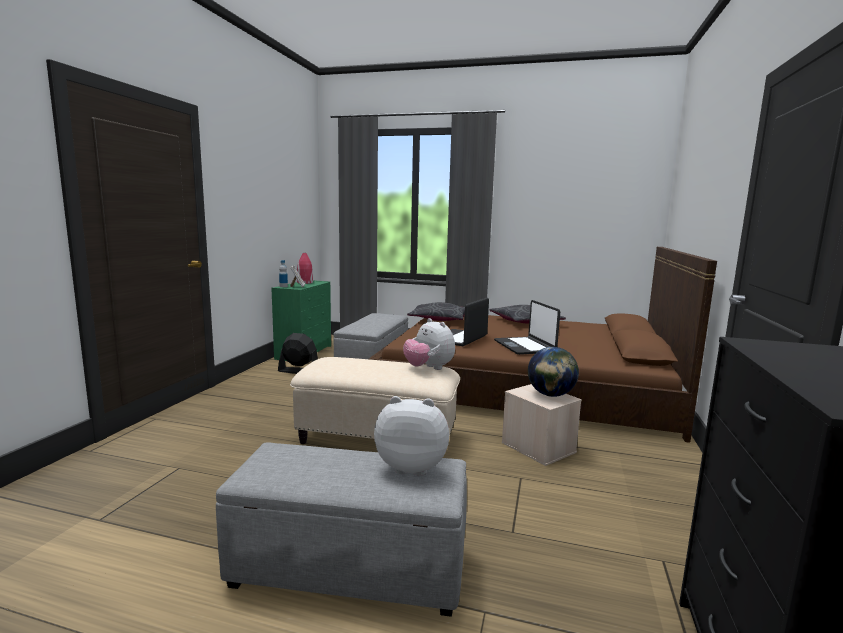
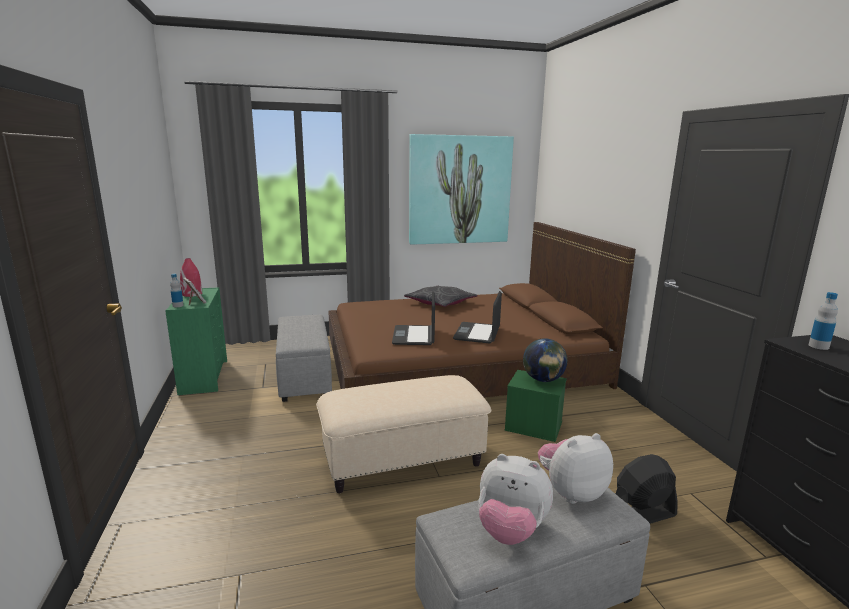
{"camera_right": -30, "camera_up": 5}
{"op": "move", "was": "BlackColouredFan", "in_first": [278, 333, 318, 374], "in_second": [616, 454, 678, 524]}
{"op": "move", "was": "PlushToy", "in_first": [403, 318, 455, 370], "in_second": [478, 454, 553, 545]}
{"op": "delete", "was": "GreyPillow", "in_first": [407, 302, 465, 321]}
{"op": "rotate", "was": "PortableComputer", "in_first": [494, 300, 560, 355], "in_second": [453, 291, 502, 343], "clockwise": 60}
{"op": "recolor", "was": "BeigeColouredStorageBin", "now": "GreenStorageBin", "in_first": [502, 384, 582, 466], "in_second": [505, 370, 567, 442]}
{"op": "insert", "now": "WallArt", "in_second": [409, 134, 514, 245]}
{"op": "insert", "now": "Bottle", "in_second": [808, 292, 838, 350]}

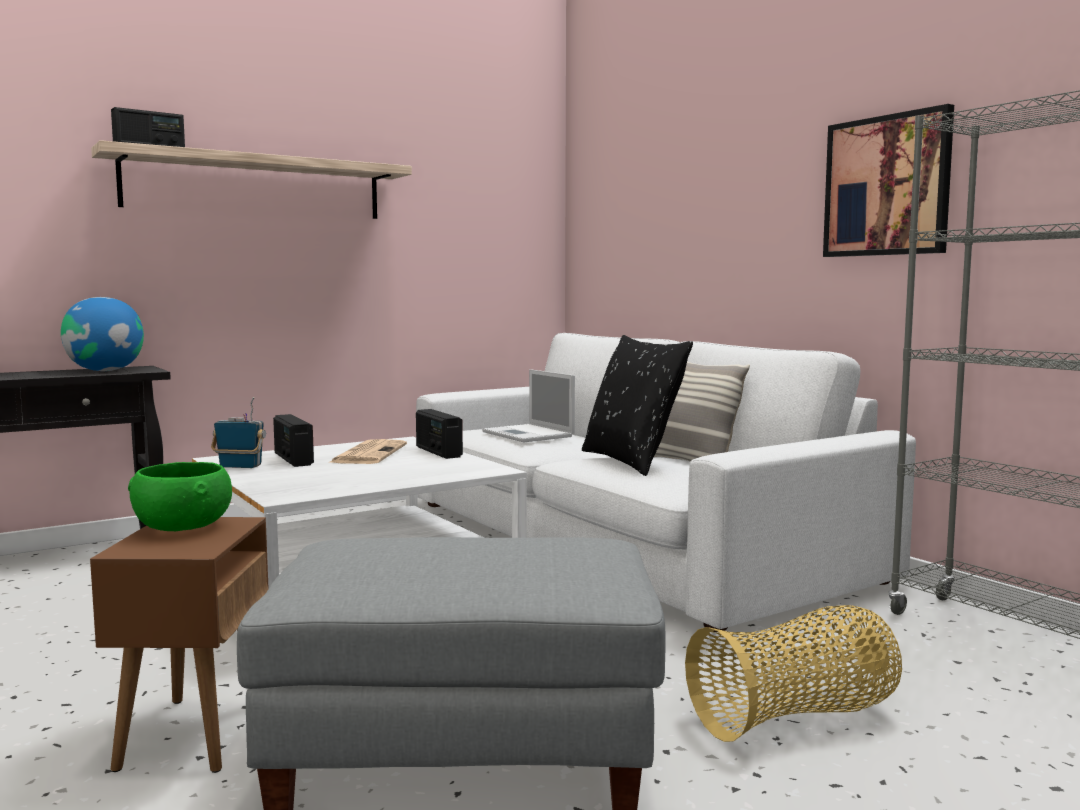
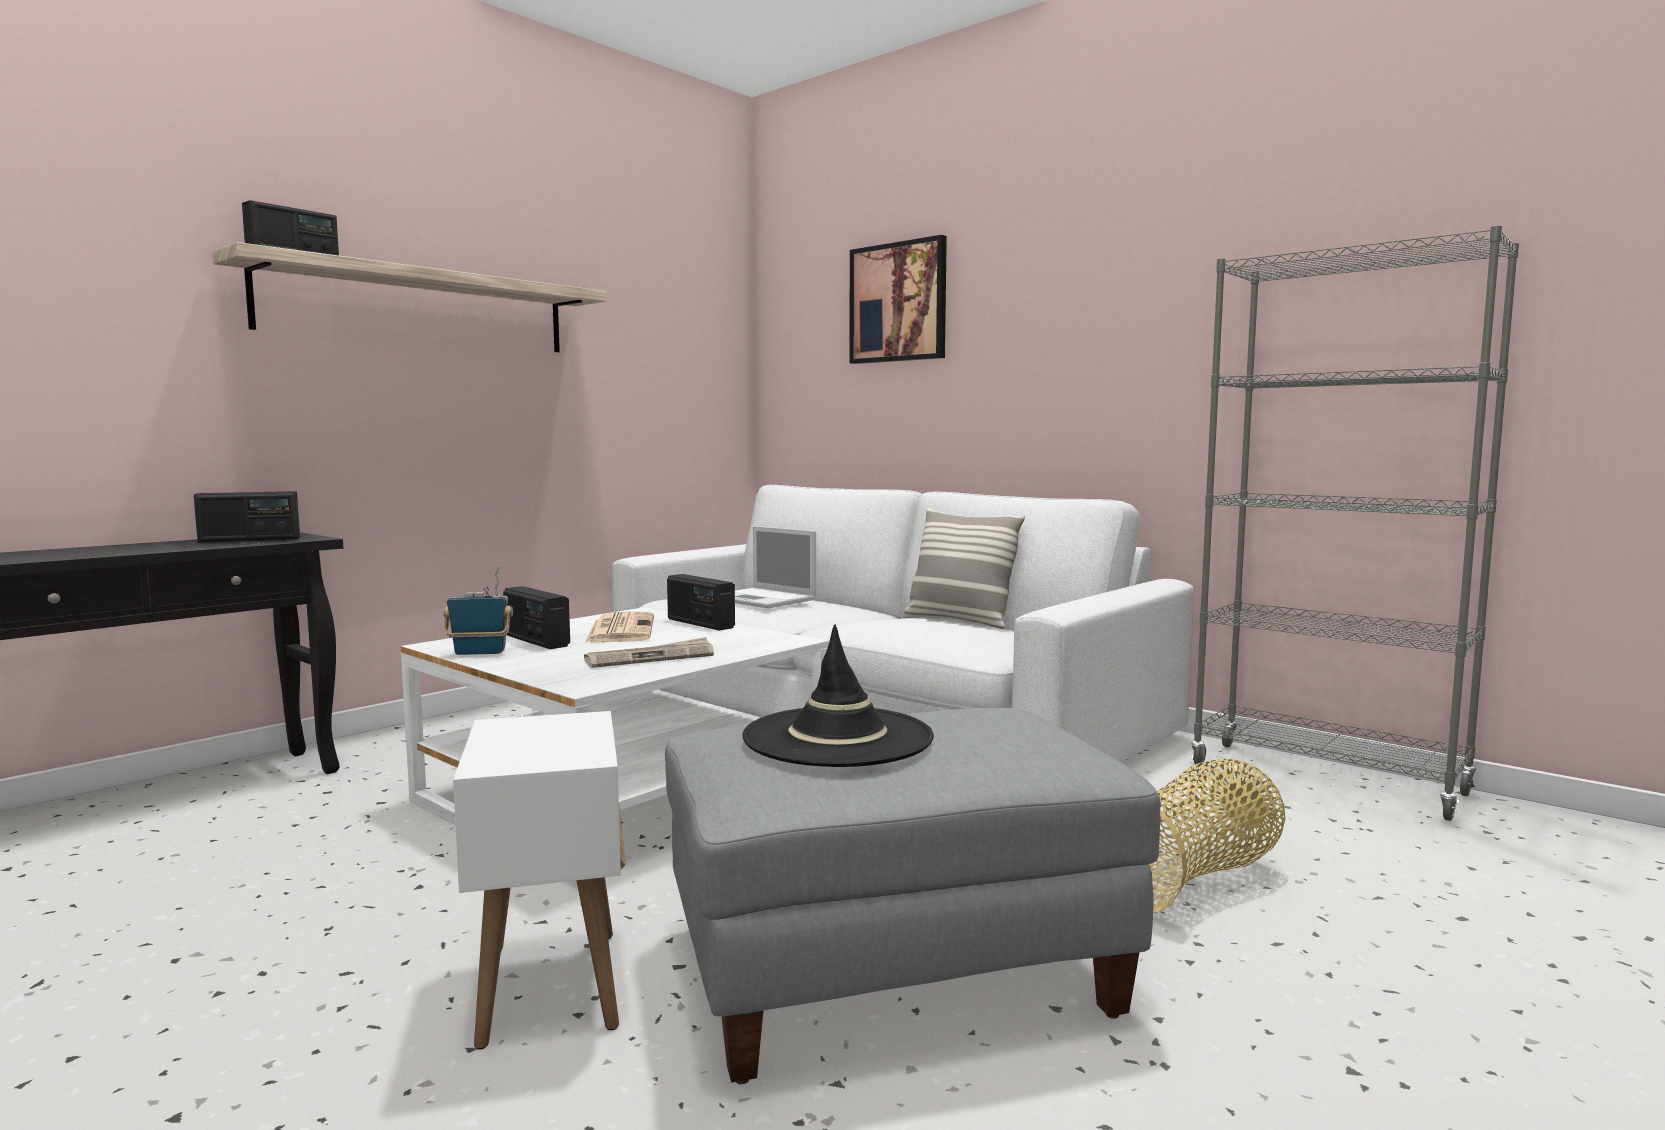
{"camera_right": -15, "camera_up": 0}
{"op": "replace", "was": "Globe", "now": "Radio", "in_first": [61, 297, 144, 371], "in_second": [194, 491, 300, 543]}
{"op": "recolor", "was": "BrownColouredAccentTable", "now": "WhiteAccentTable", "in_first": [90, 517, 269, 773], "in_second": [453, 711, 626, 1050]}
{"op": "delete", "was": "GreenBowl", "in_first": [128, 462, 232, 531]}
{"op": "delete", "was": "BlackColouredPillow", "in_first": [582, 335, 693, 476]}
{"op": "move", "was": "WallArt", "in_first": [823, 104, 954, 257], "in_second": [849, 235, 947, 364]}
{"op": "insert", "now": "PrintedPaper", "in_second": [584, 637, 714, 668]}
{"op": "insert", "now": "BlackColouredClothingHat", "in_second": [742, 624, 934, 767]}

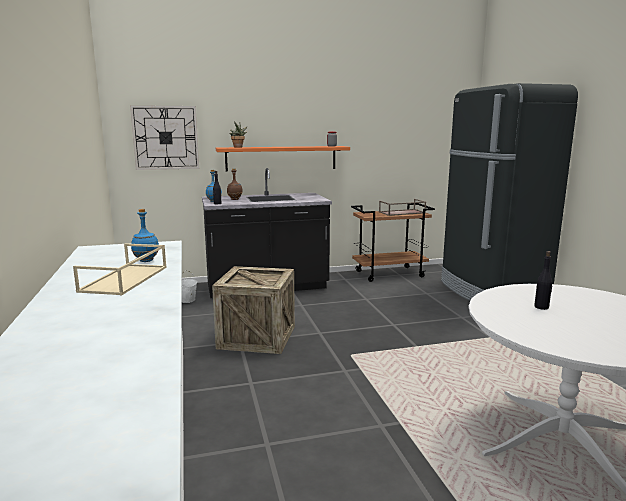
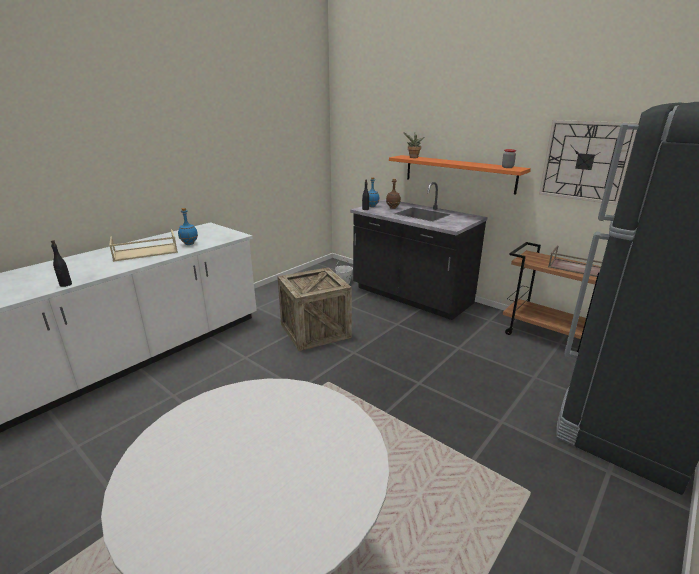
{"camera_right": 55, "camera_up": 10}
{"op": "move", "was": "ClockOnTheWall", "in_first": [130, 105, 199, 170], "in_second": [539, 120, 639, 205]}
{"op": "move", "was": "BlackColouredBottle", "in_first": [534, 251, 552, 310], "in_second": [51, 240, 72, 287]}

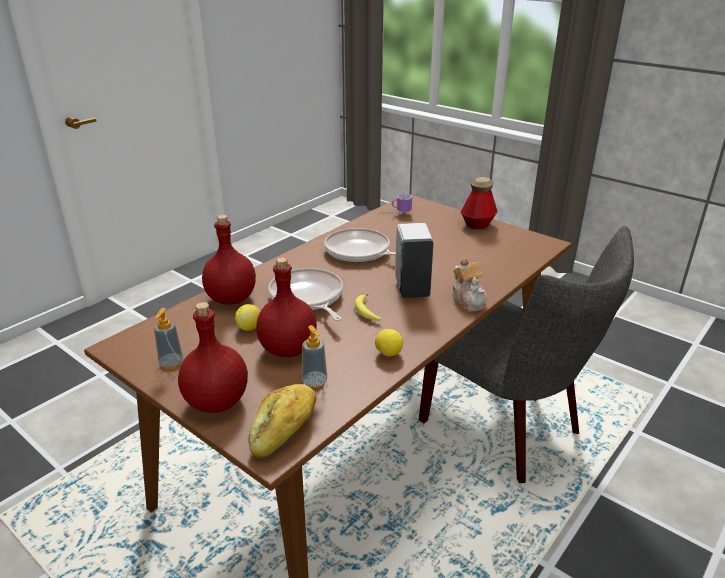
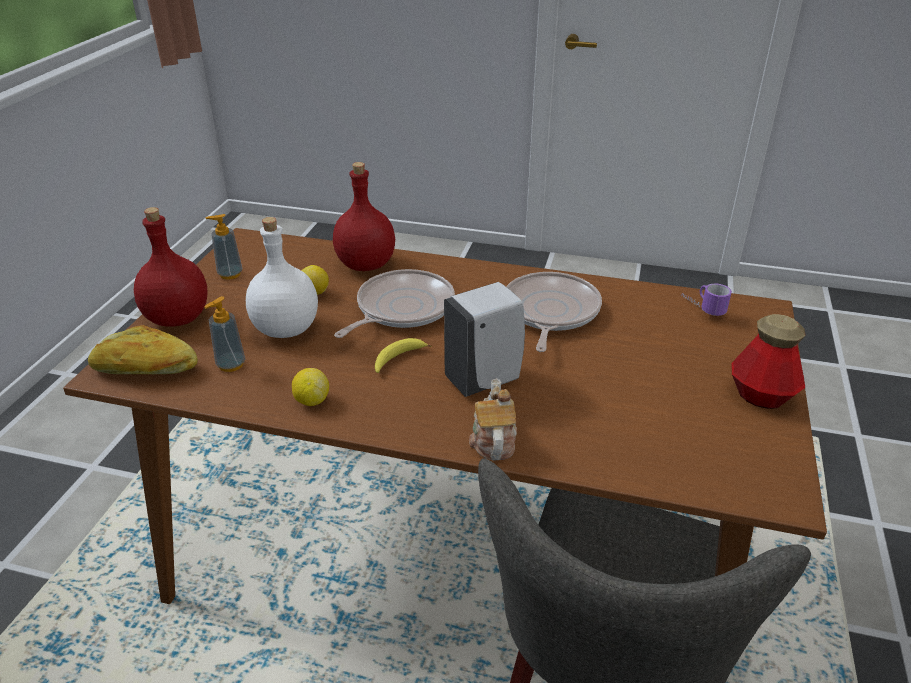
{"camera_right": 65, "camera_up": 5}
{"op": "recolor", "was": "RedBottle", "now": "WhiteBottle", "in_first": [256, 257, 317, 357], "in_second": [246, 217, 318, 338]}
{"op": "rotate", "was": "PotForTea", "in_first": [452, 258, 487, 311], "in_second": [469, 378, 517, 461], "clockwise": 135}

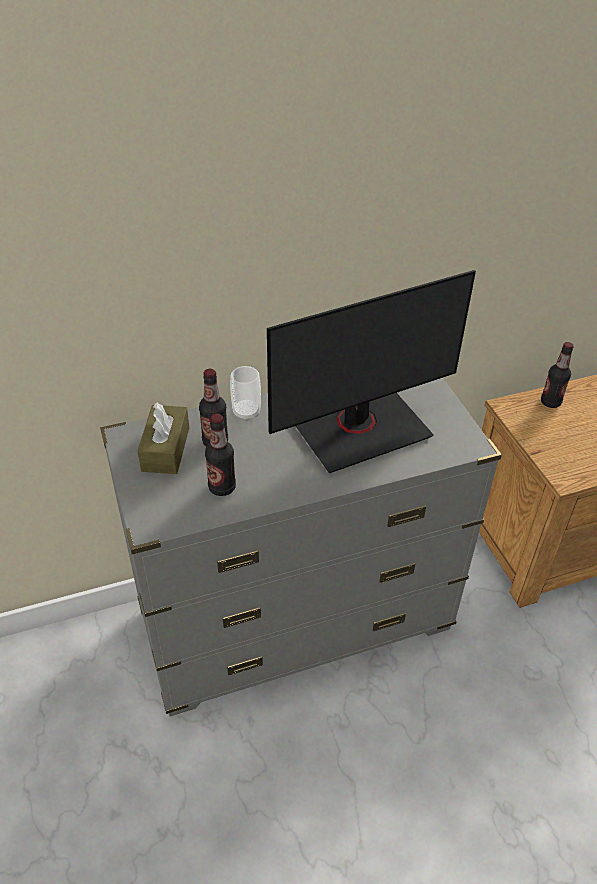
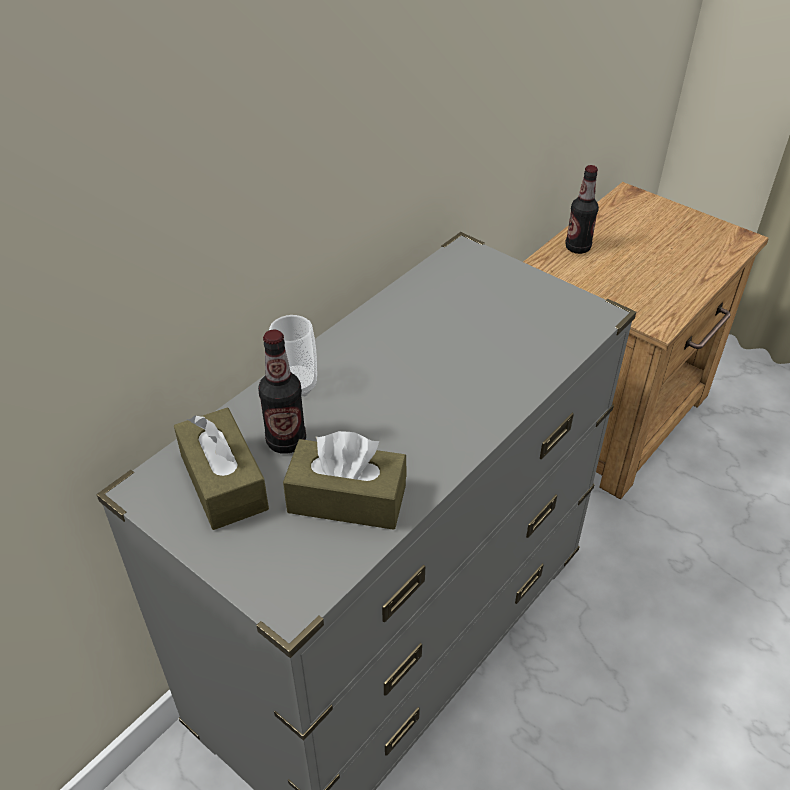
{"camera_right": -30, "camera_up": 0}
{"op": "replace", "was": "Bottle", "now": "BrownColouredBoxOfTissues", "in_first": [205, 414, 236, 496], "in_second": [283, 431, 407, 530]}
{"op": "delete", "was": "ComputerScreen", "in_first": [267, 270, 476, 473]}

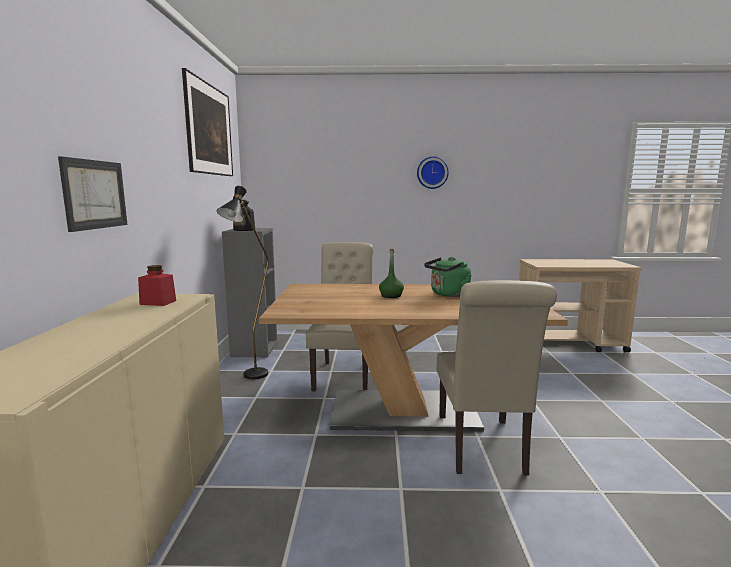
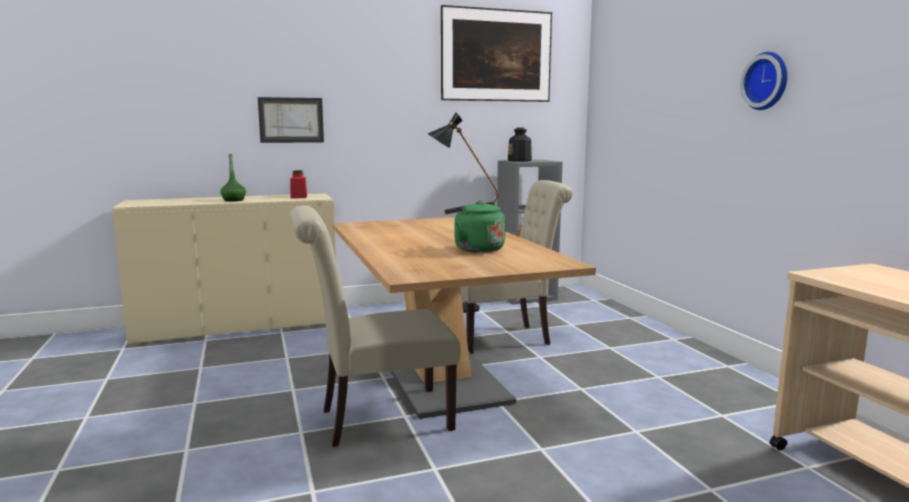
{"camera_right": 70, "camera_up": 0}
{"op": "move", "was": "GreenBottle", "in_first": [379, 249, 404, 298], "in_second": [220, 154, 246, 202]}

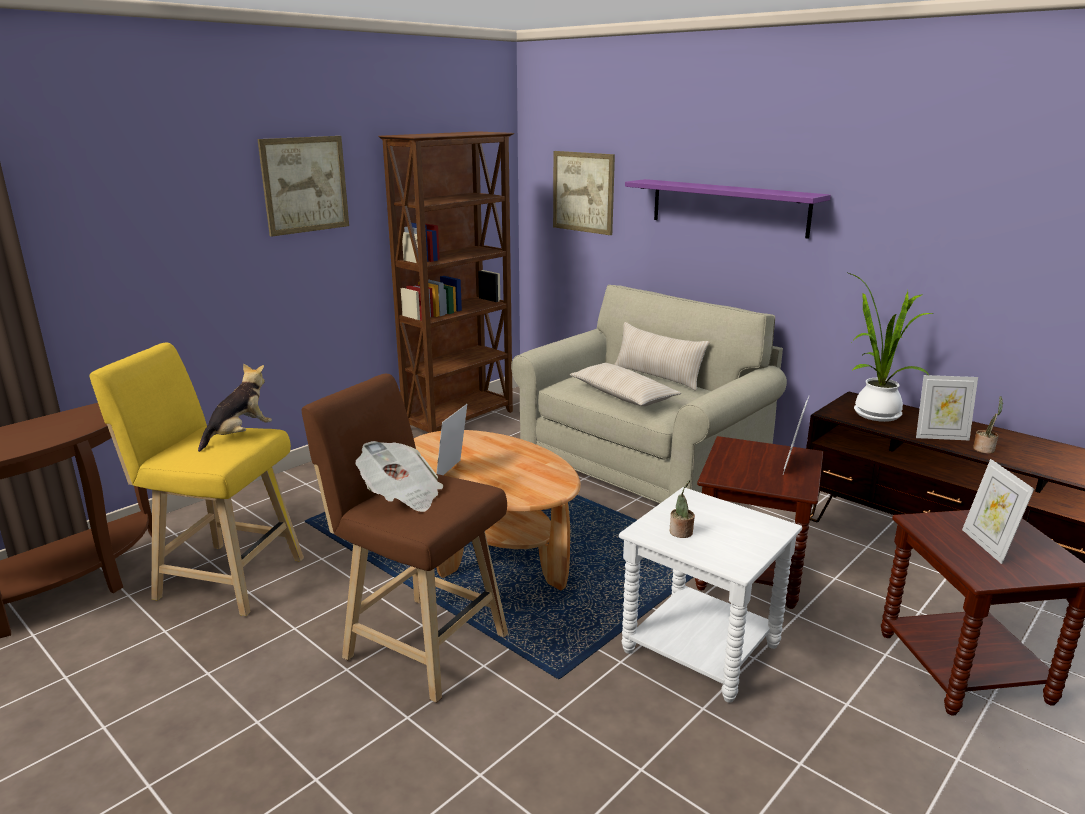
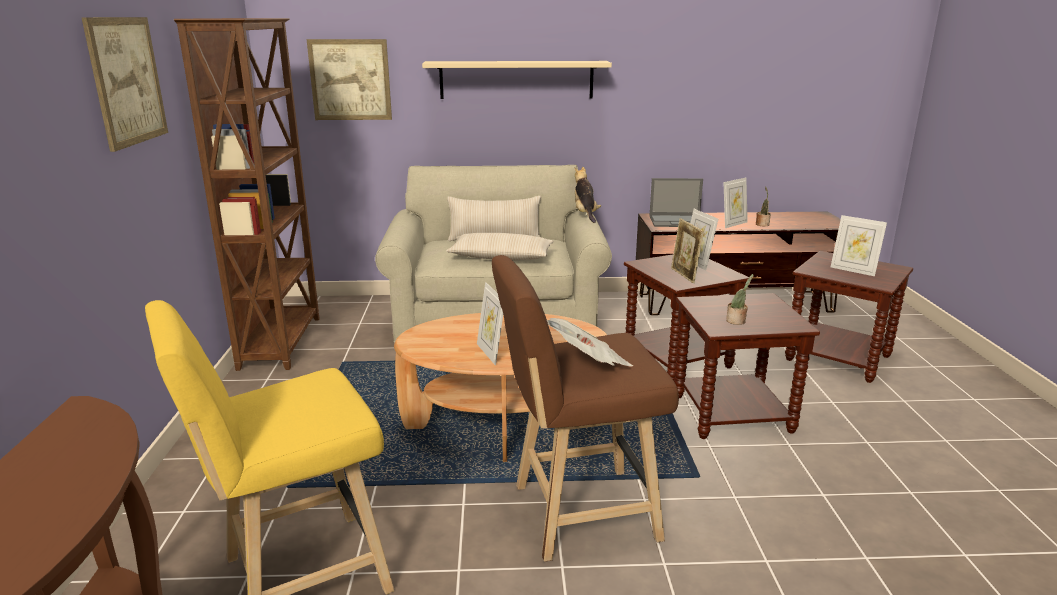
{"camera_right": -45, "camera_up": 0}
{"op": "move", "was": "PlushToy", "in_first": [198, 363, 272, 452], "in_second": [574, 167, 601, 223]}
{"op": "recolor", "was": "WhiteAccentTable", "now": "BrownColouredAccentTable", "in_first": [619, 487, 802, 703], "in_second": [674, 293, 820, 439]}
{"op": "recolor", "was": "PurplishWallShelf", "now": "BeigeColouredWallShelf", "in_first": [625, 179, 831, 239], "in_second": [422, 61, 612, 99]}
{"op": "replace", "was": "PottedPlant", "now": "PortableComputer", "in_first": [849, 273, 933, 422], "in_second": [649, 178, 703, 227]}
{"op": "insert", "now": "StandingFrame", "in_second": [671, 218, 704, 283]}

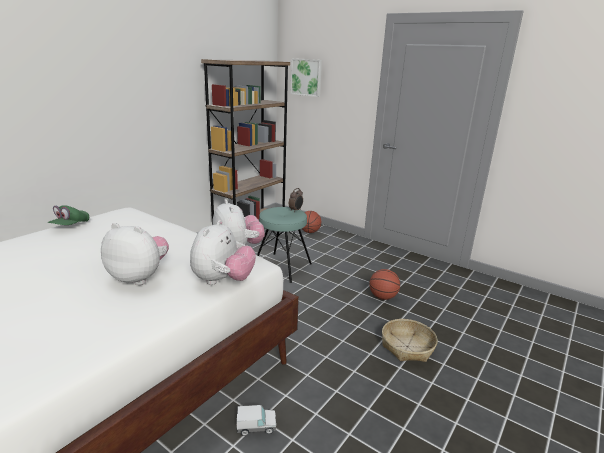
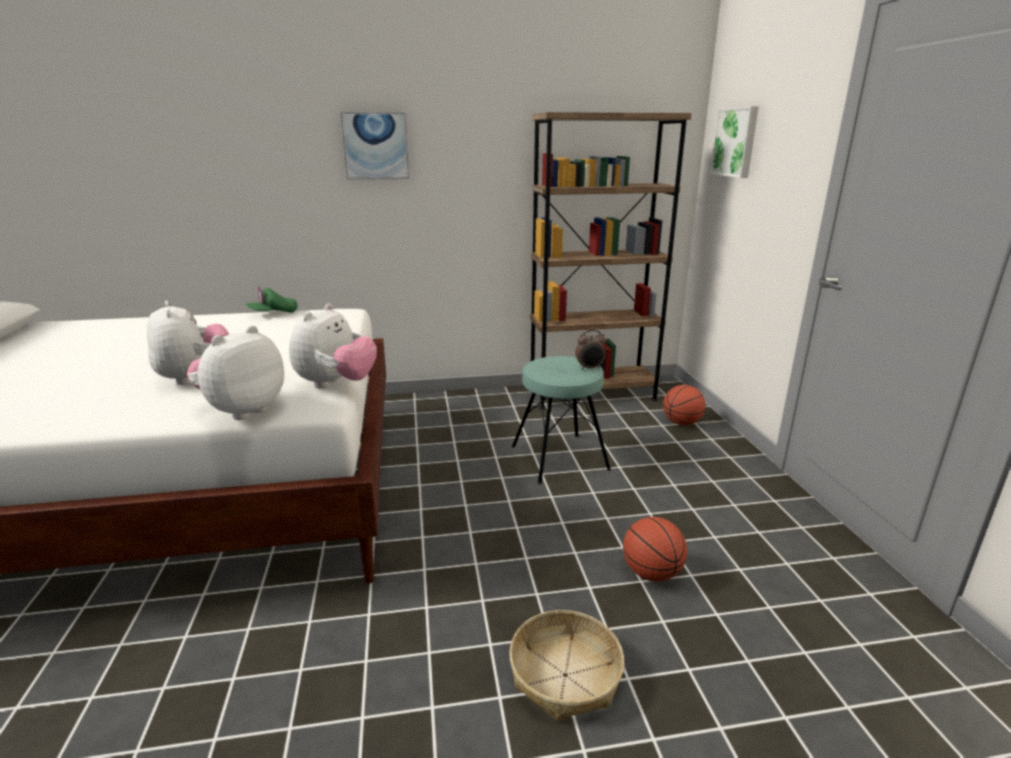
{"camera_right": 45, "camera_up": 0}
{"op": "rotate", "was": "PlushToy", "in_first": [190, 220, 256, 285], "in_second": [187, 326, 284, 420], "clockwise": 150}
{"op": "delete", "was": "ToyLorry", "in_first": [237, 405, 276, 436]}
{"op": "insert", "now": "WallArt", "in_second": [340, 112, 409, 180]}

